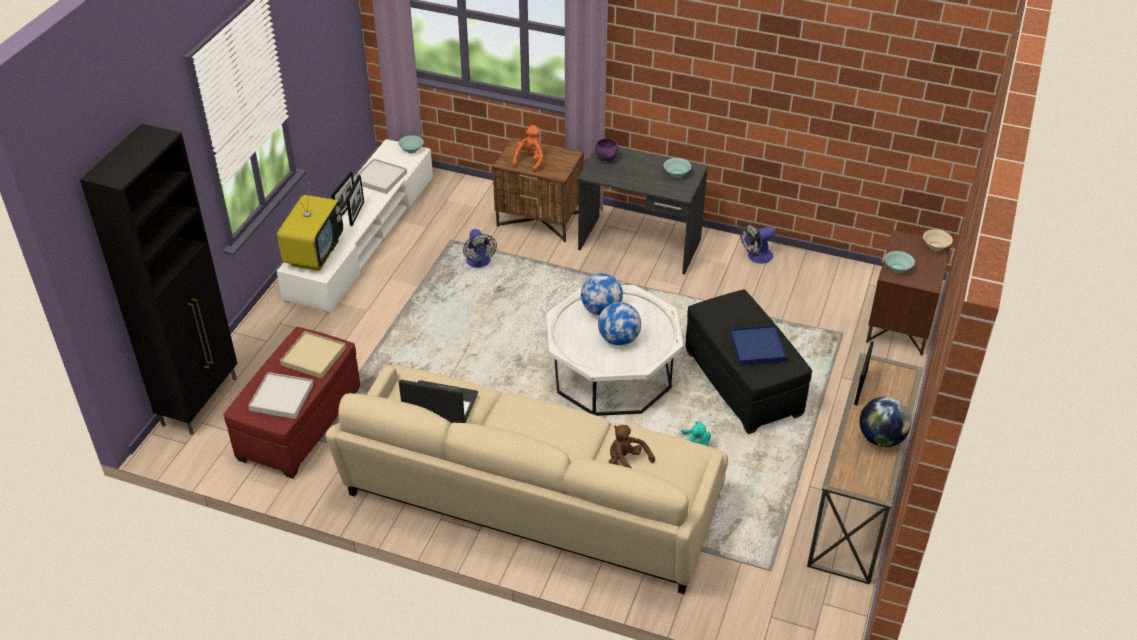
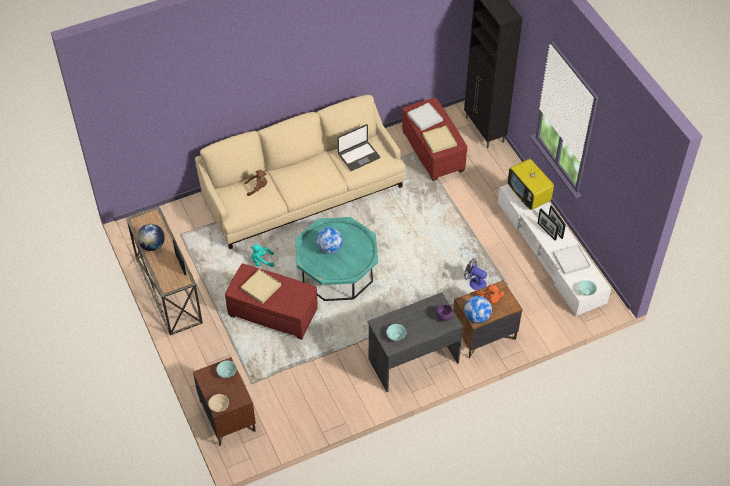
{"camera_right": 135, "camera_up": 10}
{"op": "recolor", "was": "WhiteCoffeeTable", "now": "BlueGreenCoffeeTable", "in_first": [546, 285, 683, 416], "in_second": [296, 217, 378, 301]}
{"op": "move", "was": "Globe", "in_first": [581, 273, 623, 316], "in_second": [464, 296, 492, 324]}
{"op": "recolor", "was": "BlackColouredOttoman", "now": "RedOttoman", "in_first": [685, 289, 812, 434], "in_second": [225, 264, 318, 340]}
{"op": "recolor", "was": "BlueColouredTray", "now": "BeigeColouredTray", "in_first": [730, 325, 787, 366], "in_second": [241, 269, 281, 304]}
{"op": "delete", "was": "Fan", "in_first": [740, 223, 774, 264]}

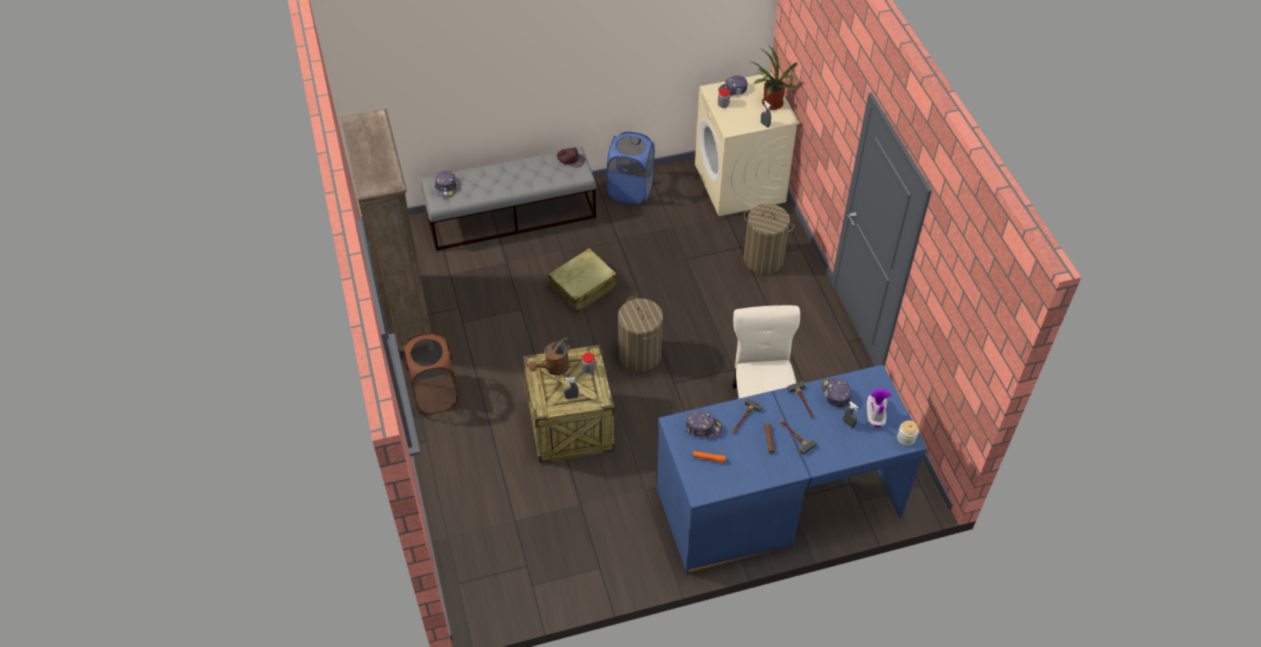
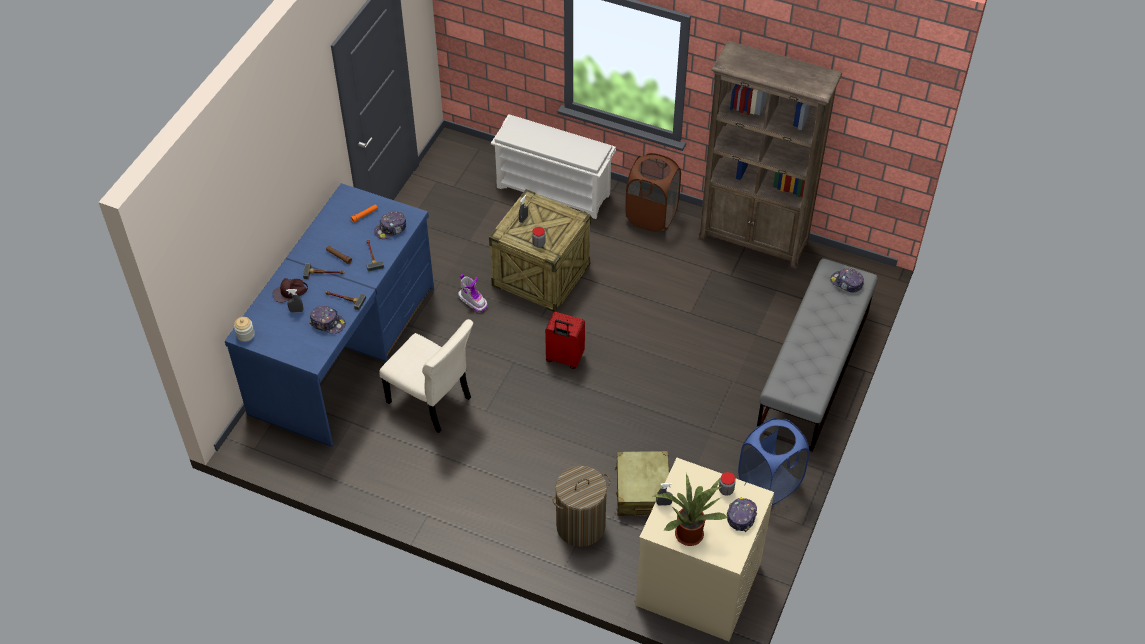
{"camera_right": 130, "camera_up": 0}
{"op": "delete", "was": "BrownColouredWateringPot", "in_first": [529, 337, 571, 375]}
{"op": "move", "was": "BeigeColouredTravelCase", "in_first": [548, 248, 617, 313], "in_second": [614, 451, 669, 516]}
{"op": "move", "was": "BrownColouredPeakedCap", "in_first": [557, 147, 585, 168], "in_second": [273, 278, 308, 303]}
{"op": "replace", "was": "LaundryBasket", "now": "RedTravelCase", "in_first": [618, 297, 663, 372], "in_second": [545, 312, 585, 369]}
{"op": "move", "was": "TallBoot", "in_first": [866, 388, 892, 428], "in_second": [458, 274, 488, 313]}
{"op": "insert", "now": "WhiteShoeShelf", "in_second": [491, 114, 616, 219]}

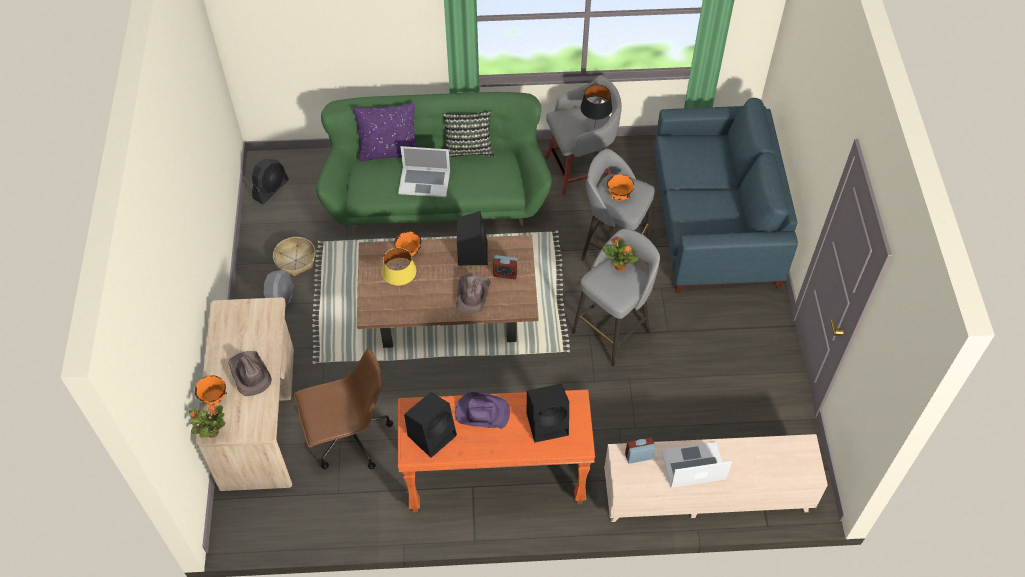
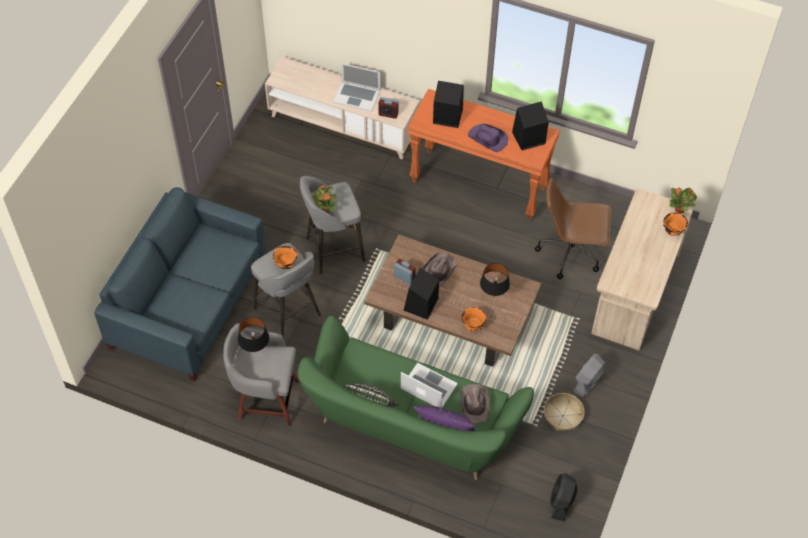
{"camera_right": -155, "camera_up": 0}
{"op": "move", "was": "BrownColouredClothingHat", "in_first": [228, 351, 272, 396], "in_second": [460, 384, 489, 423]}
{"op": "rotate", "was": "BlackColouredFan", "in_first": [252, 159, 289, 204], "in_second": [550, 473, 577, 521], "clockwise": -45}
{"op": "recolor", "was": "YellowColouredLampForATable", "now": "BlackColouredLampForATable", "in_first": [382, 248, 416, 289], "in_second": [480, 263, 510, 298]}

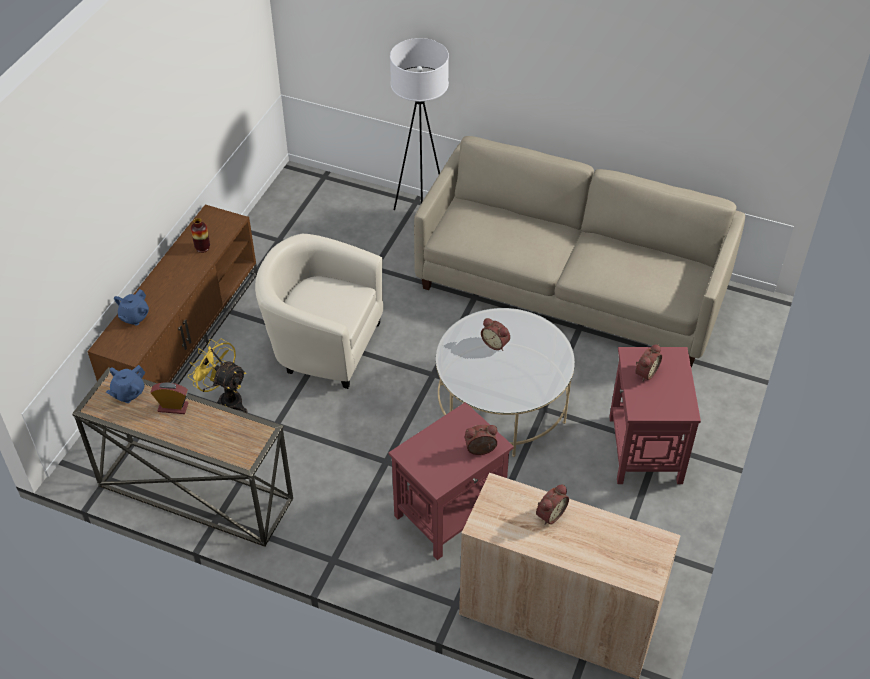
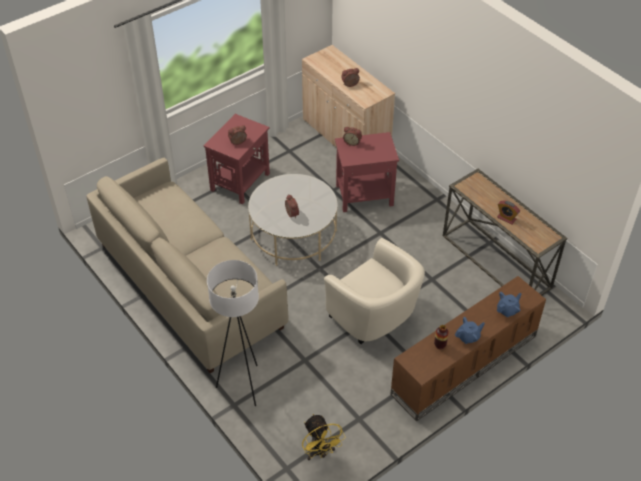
{"camera_right": -150, "camera_up": 0}
{"op": "move", "was": "BlueColouredPotForTea", "in_first": [106, 365, 145, 403], "in_second": [455, 317, 485, 344]}
{"op": "move", "was": "YellowColouredFan", "in_first": [188, 339, 247, 413], "in_second": [302, 414, 345, 460]}

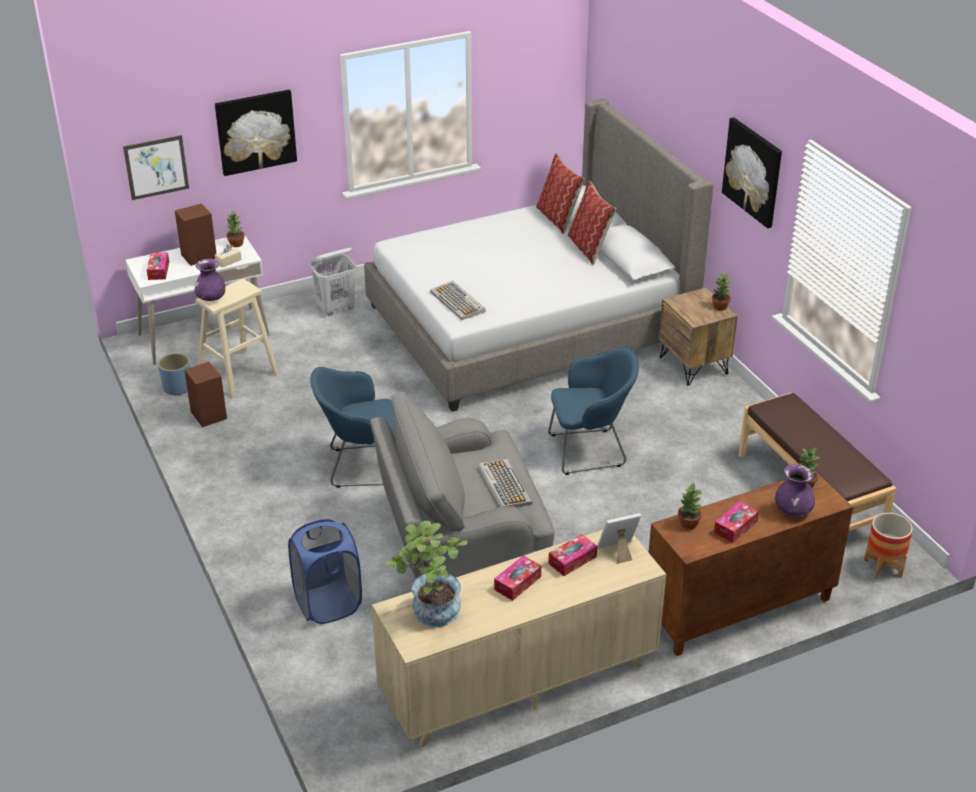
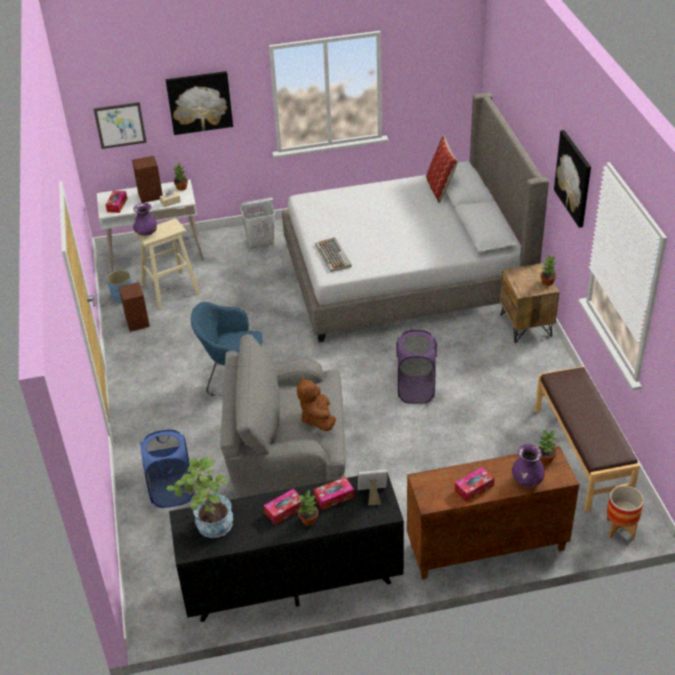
{"camera_right": 15, "camera_up": 5}
{"op": "recolor", "was": "BeigeColouredChestOfDrawers", "now": "BlackColouredChestOfDrawers", "in_first": [372, 530, 666, 747], "in_second": [169, 475, 404, 622]}
{"op": "replace", "was": "ComputerKeyboard", "now": "BrownColouredPlushToy", "in_first": [478, 459, 532, 507], "in_second": [297, 376, 336, 431]}
{"op": "replace", "was": "BlueColouredLoungeChair", "now": "PurplishLaundryBasket", "in_first": [548, 347, 639, 475], "in_second": [396, 330, 437, 404]}
{"op": "delete", "was": "Pillow", "in_first": [568, 180, 616, 265]}
{"op": "move", "was": "PottedPlant", "in_first": [678, 482, 703, 529], "in_second": [298, 490, 318, 526]}

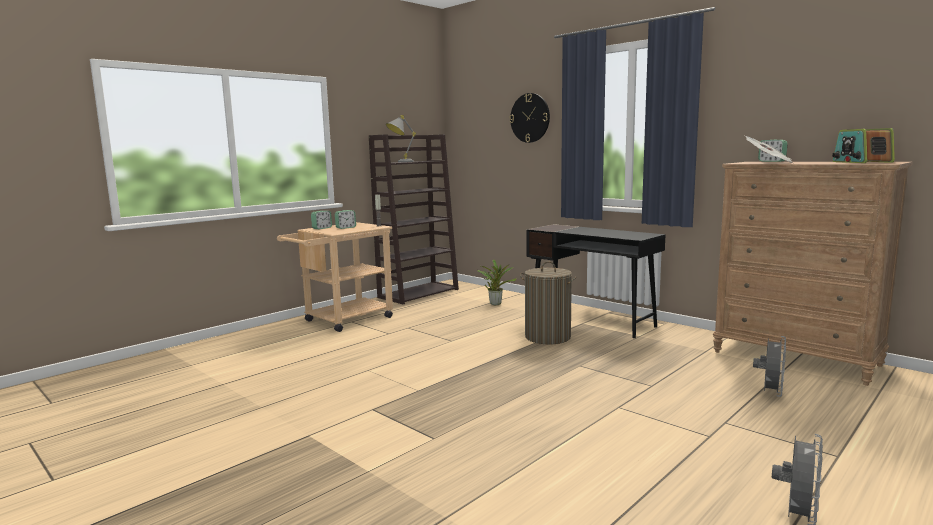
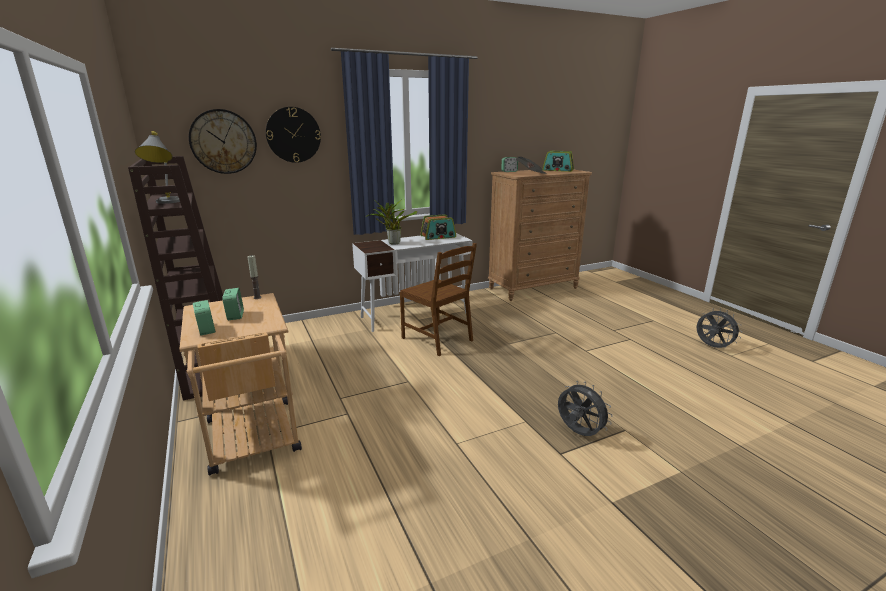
{"camera_right": -70, "camera_up": 10}
{"op": "move", "was": "PottedPlant", "in_first": [477, 260, 517, 305], "in_second": [366, 200, 417, 245]}
{"op": "replace", "was": "LaundryBasket", "now": "BrownColouredChair", "in_first": [520, 261, 577, 344], "in_second": [400, 243, 477, 356]}
{"op": "recolor", "was": "BlackColouredDesk", "now": "WhiteDesk", "in_first": [526, 224, 666, 338], "in_second": [352, 233, 472, 332]}
{"op": "move", "was": "GreyFan", "in_first": [753, 336, 786, 397], "in_second": [558, 381, 613, 436]}
{"op": "insert", "now": "ClockOnTheWall", "in_second": [189, 109, 257, 174]}
{"op": "insert", "now": "Radio", "in_second": [420, 214, 456, 240]}

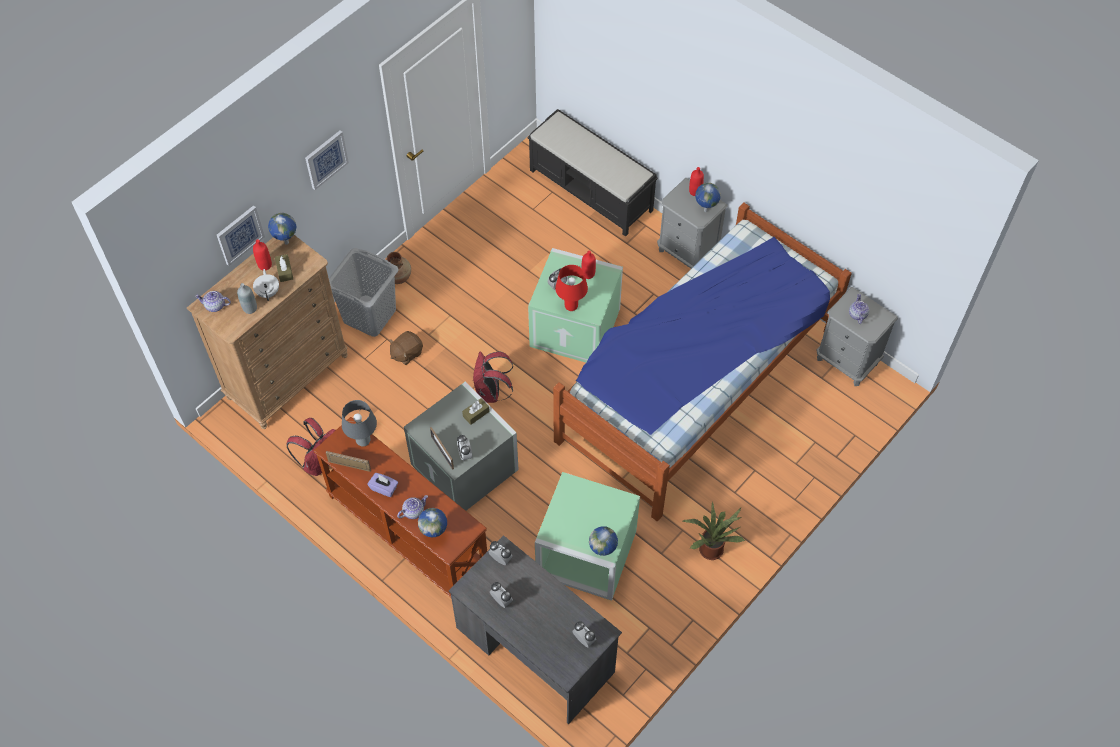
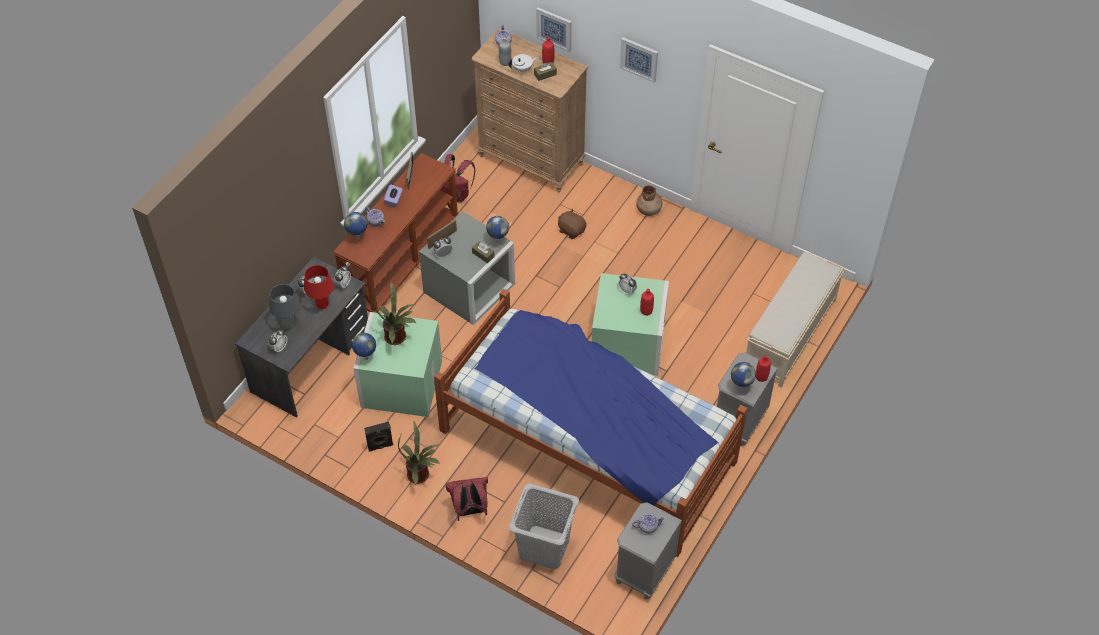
{"camera_right": 80, "camera_up": -5}
{"op": "move", "was": "Globe", "in_first": [268, 213, 296, 245], "in_second": [486, 216, 509, 243]}
{"op": "move", "was": "GreyLaundryBasket", "in_first": [329, 248, 399, 337], "in_second": [509, 483, 579, 569]}
{"op": "move", "was": "GreyLampForATable", "in_first": [342, 400, 377, 447], "in_second": [270, 284, 300, 328]}
{"op": "move", "was": "RedKnapsack", "in_first": [473, 351, 513, 403], "in_second": [445, 477, 488, 521]}
{"op": "recolor", "was": "BlackColouredIndoorBench", "now": "BeigeColouredIndoorBench", "in_first": [527, 109, 658, 237], "in_second": [746, 252, 845, 388]}
{"op": "move", "was": "RedLampForATable", "in_first": [555, 265, 588, 311], "in_second": [304, 265, 334, 309]}
{"op": "insert", "now": "BlackColouredAudioSpeaker", "in_second": [364, 422, 393, 452]}
{"op": "insert", "now": "PottedPlant", "in_second": [375, 282, 417, 345]}

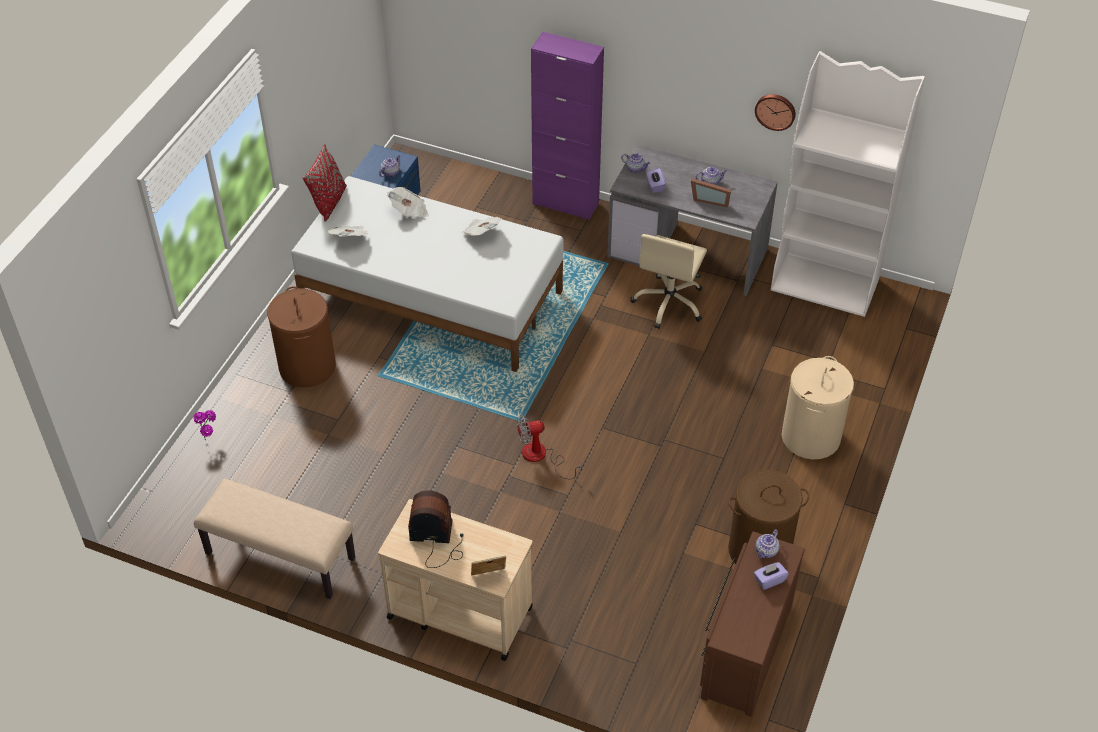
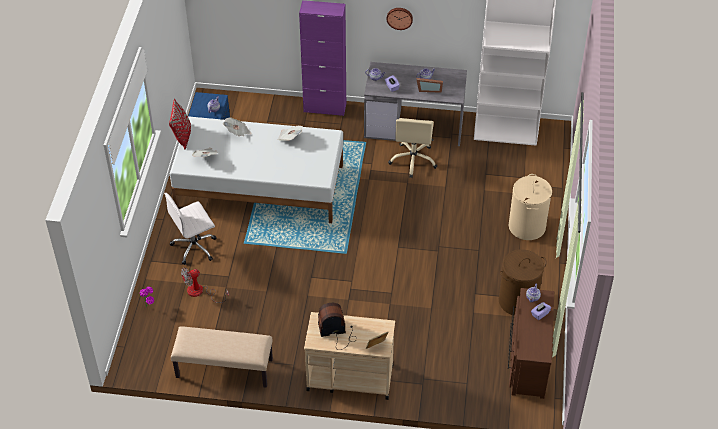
{"camera_right": -15, "camera_up": 0}
{"op": "replace", "was": "BrownColouredLaundryBasket", "now": "WhiteOfficeChair", "in_first": [267, 286, 336, 388], "in_second": [164, 193, 216, 265]}
{"op": "move", "was": "Fan", "in_first": [517, 415, 581, 479], "in_second": [181, 268, 229, 303]}
{"op": "move", "was": "ClockOnTheWall", "in_first": [755, 94, 796, 131], "in_second": [386, 8, 413, 30]}

